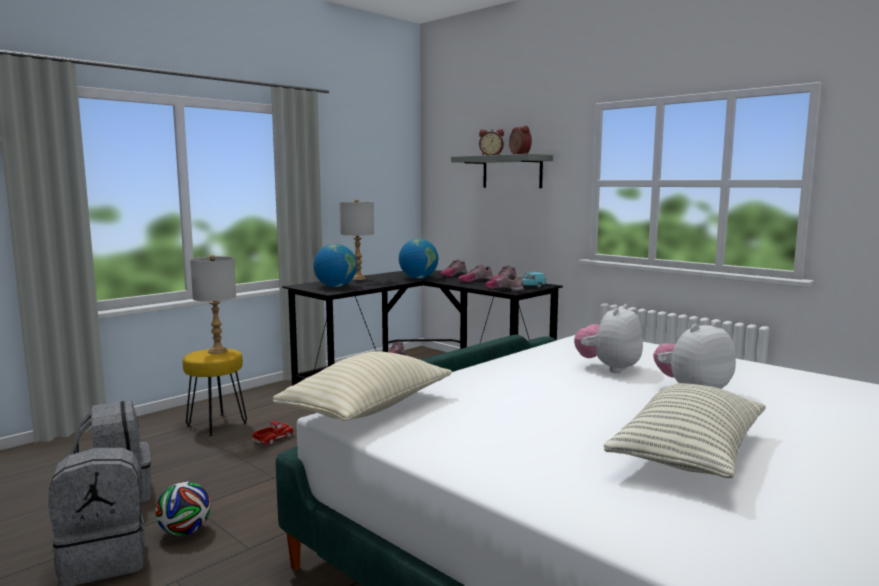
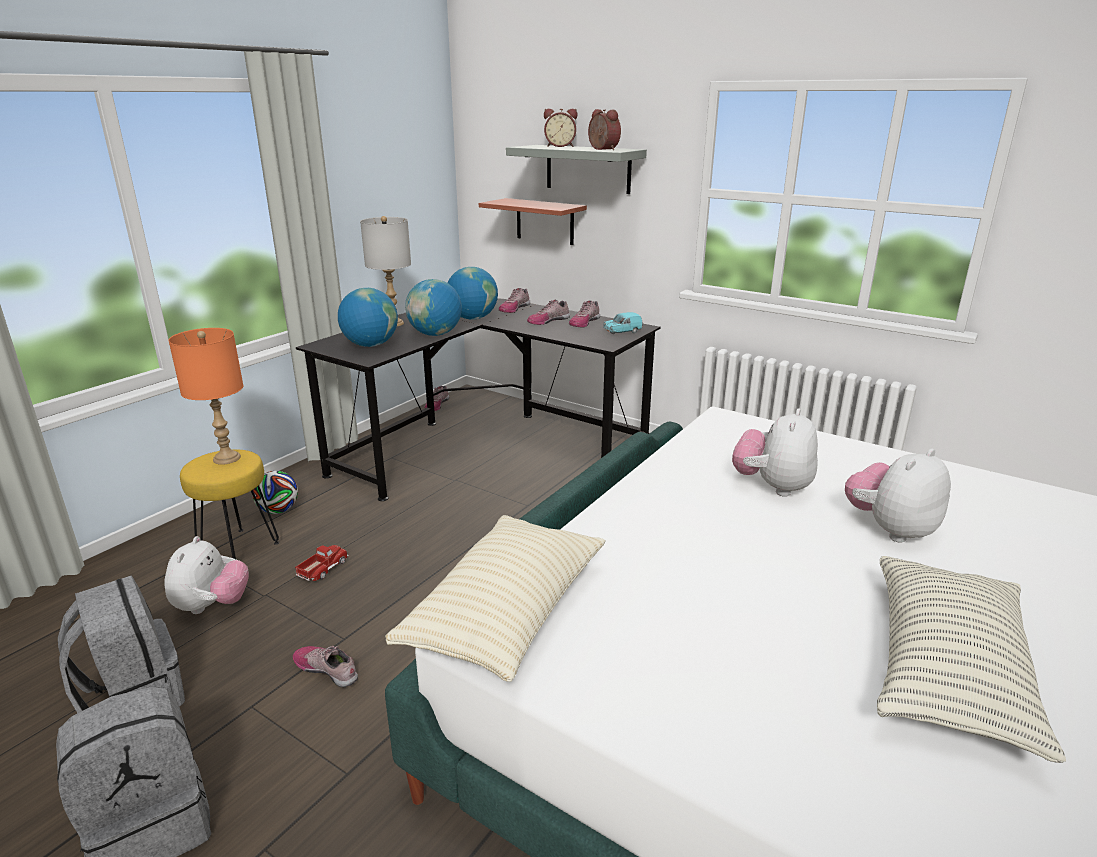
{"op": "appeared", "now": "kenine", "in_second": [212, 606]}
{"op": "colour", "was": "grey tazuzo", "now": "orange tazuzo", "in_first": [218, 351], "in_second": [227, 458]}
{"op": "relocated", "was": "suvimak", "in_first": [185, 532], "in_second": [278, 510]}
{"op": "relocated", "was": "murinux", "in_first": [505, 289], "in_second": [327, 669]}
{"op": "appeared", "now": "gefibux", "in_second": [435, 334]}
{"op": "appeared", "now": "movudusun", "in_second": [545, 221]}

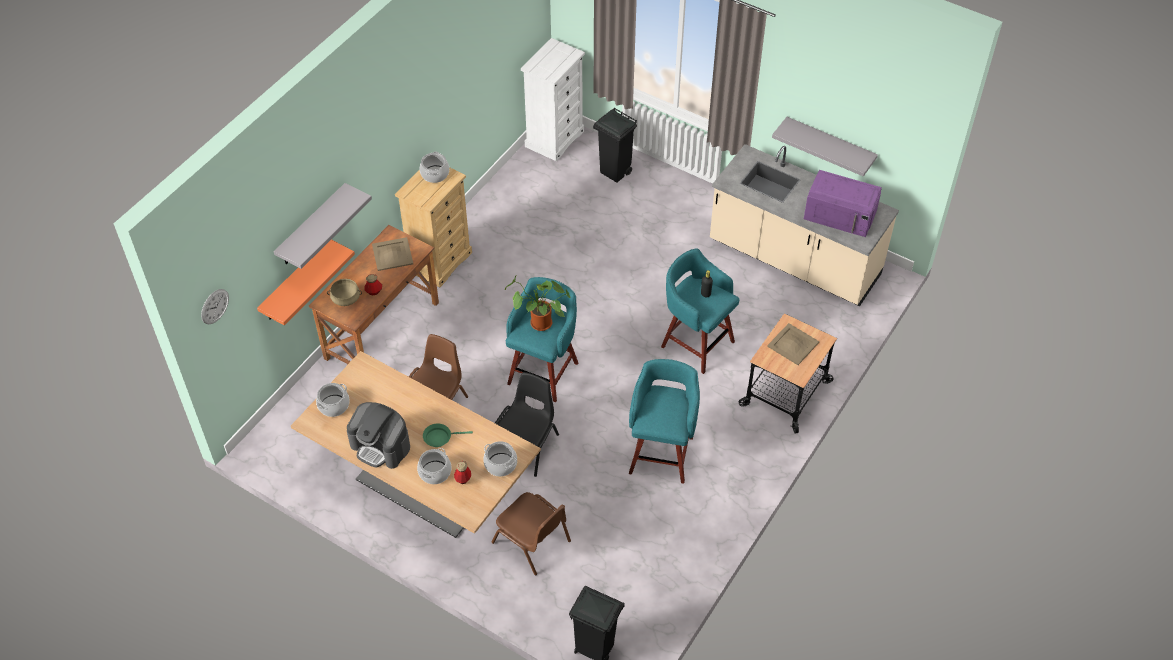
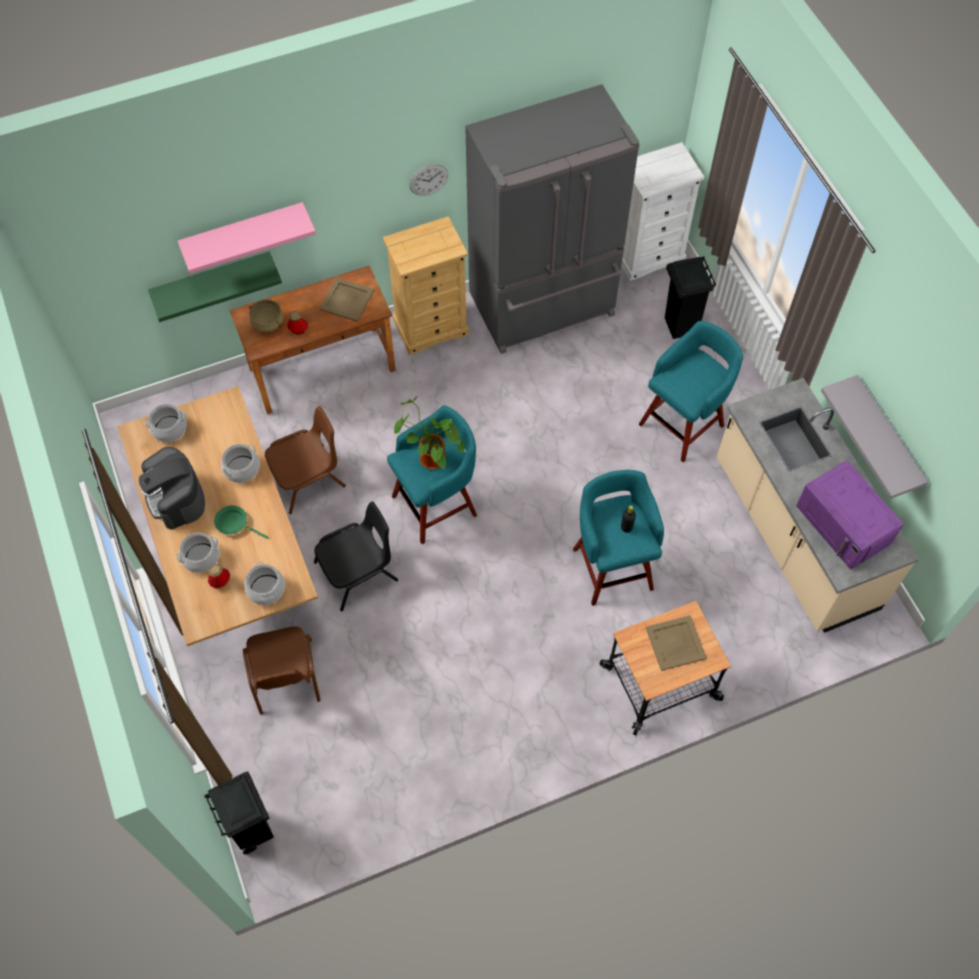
{"op": "colour", "was": "orange movudusun", "now": "green movudusun", "in_first": [295, 281], "in_second": [212, 280]}
{"op": "colour", "was": "grey movudusun", "now": "pink movudusun", "in_first": [312, 226], "in_second": [243, 232]}
{"op": "relocated", "was": "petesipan", "in_first": [434, 174], "in_second": [242, 469]}
{"op": "relocated", "was": "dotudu", "in_first": [215, 306], "in_second": [428, 180]}
{"op": "appeared", "now": "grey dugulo", "in_second": [544, 307]}
{"op": "relocated", "was": "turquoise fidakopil", "in_first": [661, 453], "in_second": [683, 423]}

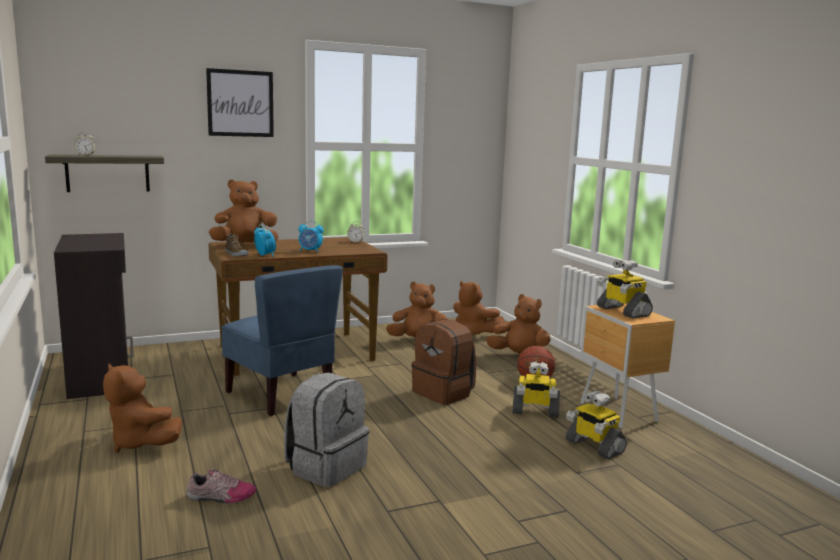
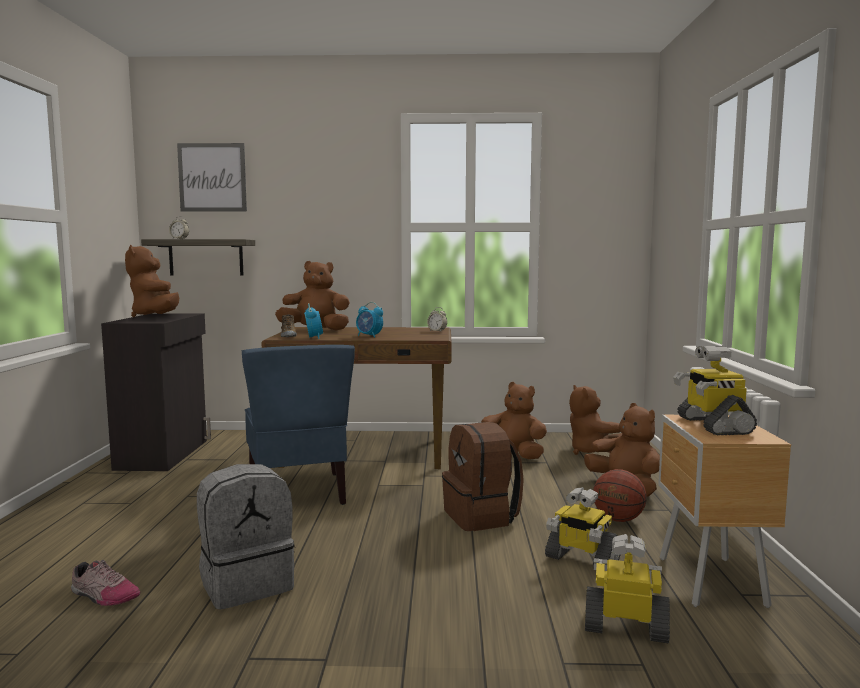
{"op": "relocated", "was": "brown kenine", "in_first": [140, 443], "in_second": [155, 316]}
{"op": "relocated", "was": "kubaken", "in_first": [240, 103], "in_second": [212, 177]}
{"op": "spun", "was": "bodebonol", "in_first": [593, 446], "in_second": [626, 627], "clockwise": 120}

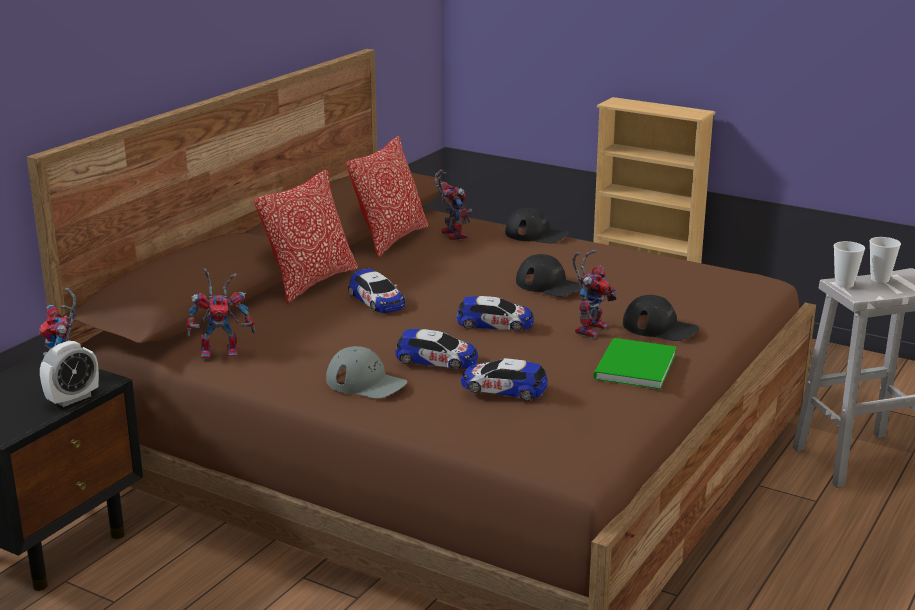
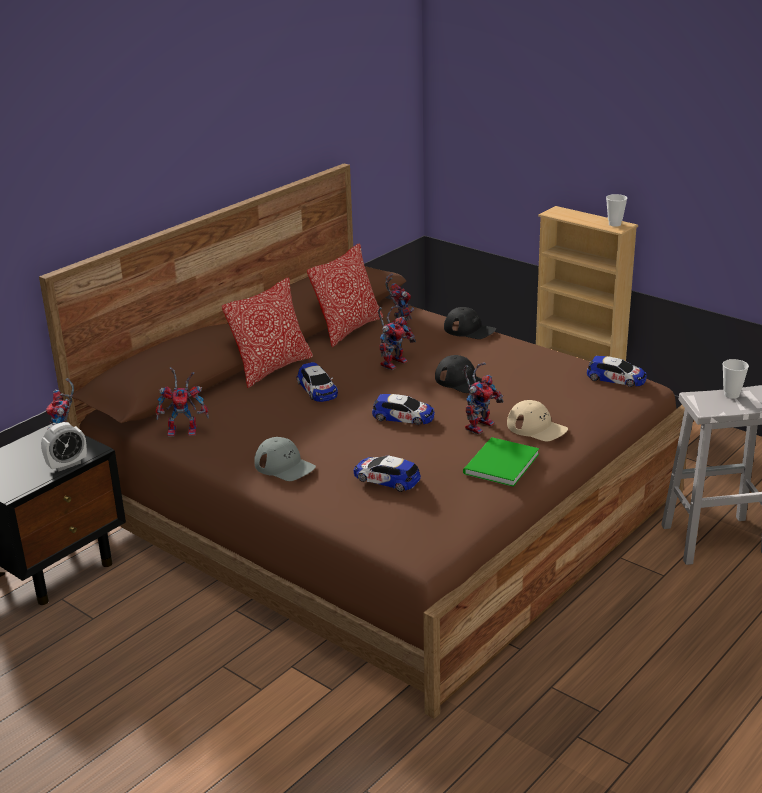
{"op": "appeared", "now": "bodebonol", "in_second": [393, 362]}
{"op": "colour", "was": "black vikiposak", "now": "beige vikiposak", "in_first": [660, 328], "in_second": [537, 428]}
{"op": "relocated", "was": "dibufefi", "in_first": [436, 359], "in_second": [616, 378]}
{"op": "relocated", "was": "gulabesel", "in_first": [844, 284], "in_second": [614, 224]}

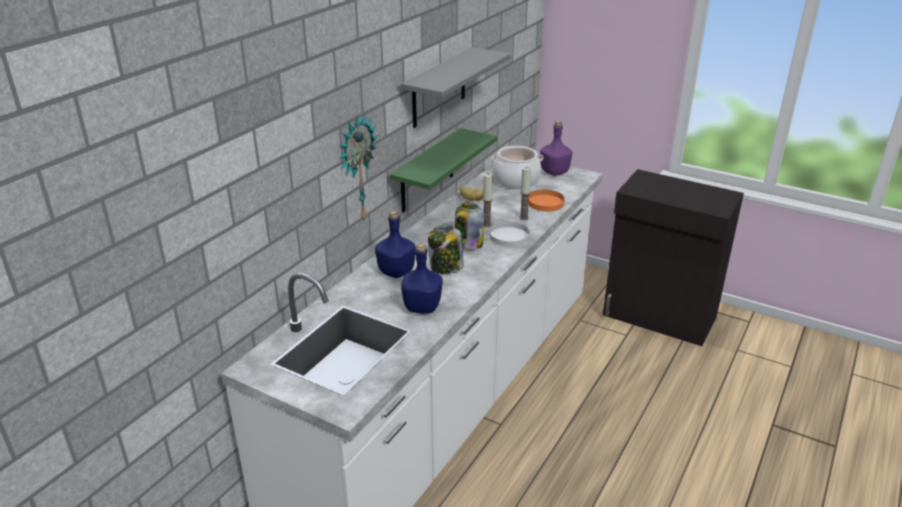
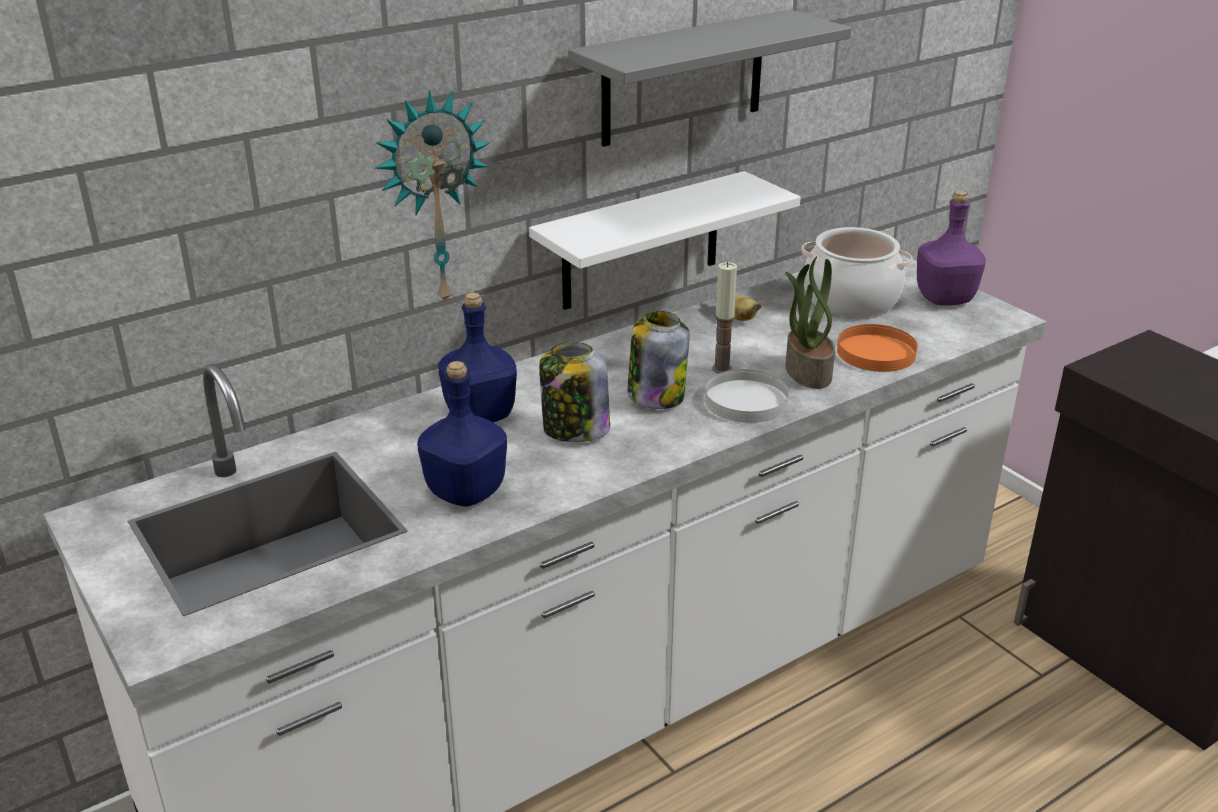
{"op": "colour", "was": "green movudusun", "now": "white movudusun", "in_first": [427, 171], "in_second": [641, 242]}
{"op": "exchanged", "was": "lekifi", "now": "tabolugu", "in_first": [524, 218], "in_second": [806, 372]}

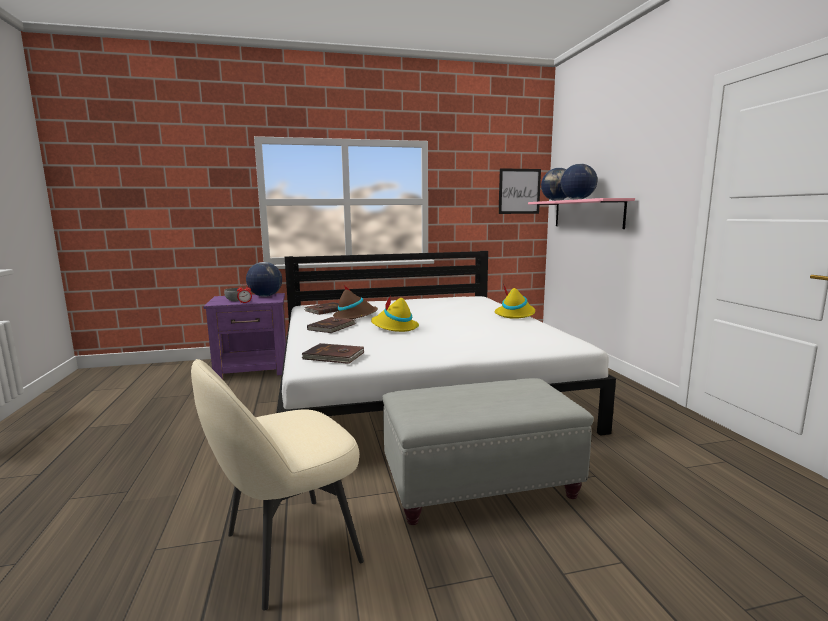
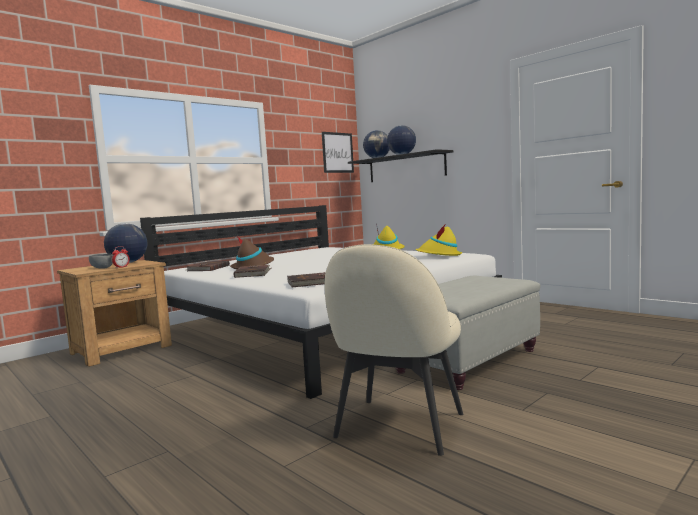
{"op": "colour", "was": "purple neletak", "now": "brown neletak", "in_first": [254, 369], "in_second": [123, 349]}
{"op": "colour", "was": "pink movudusun", "now": "black movudusun", "in_first": [587, 213], "in_second": [406, 167]}
{"op": "relocated", "was": "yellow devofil", "in_first": [394, 327], "in_second": [439, 255]}

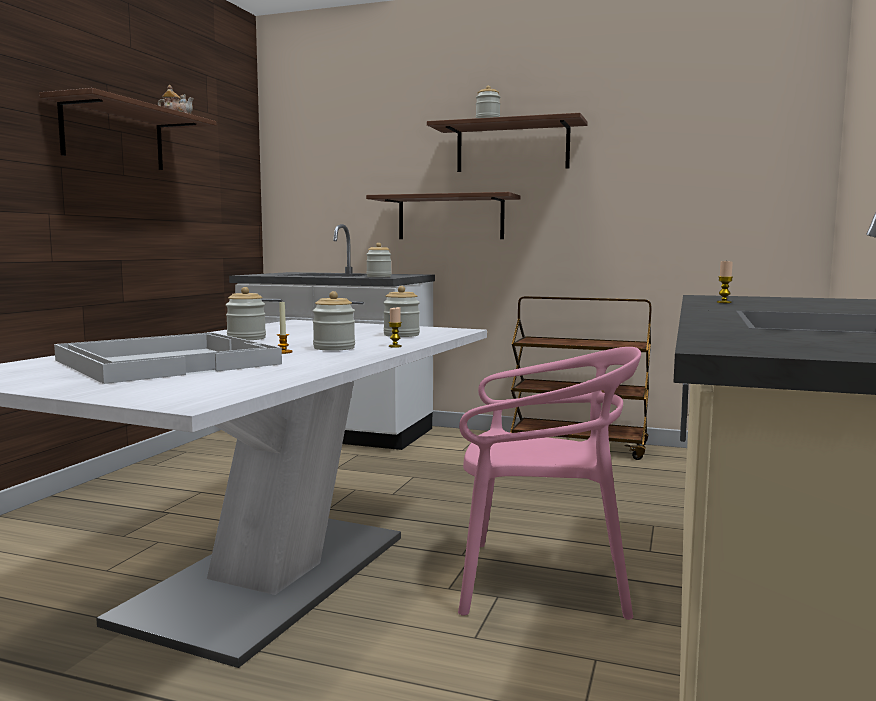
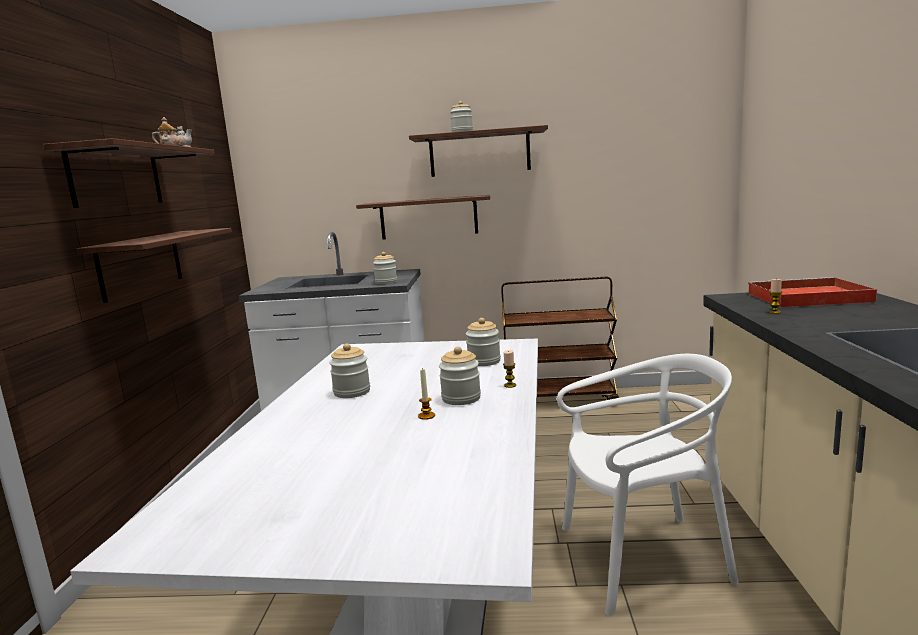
{"op": "appeared", "now": "movudusun", "in_second": [141, 264]}
{"op": "colour", "was": "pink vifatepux", "now": "white vifatepux", "in_first": [542, 582], "in_second": [642, 558]}
{"op": "appeared", "now": "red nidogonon", "in_second": [806, 297]}
{"op": "missing", "was": "white nidogonon", "in_first": [168, 361]}

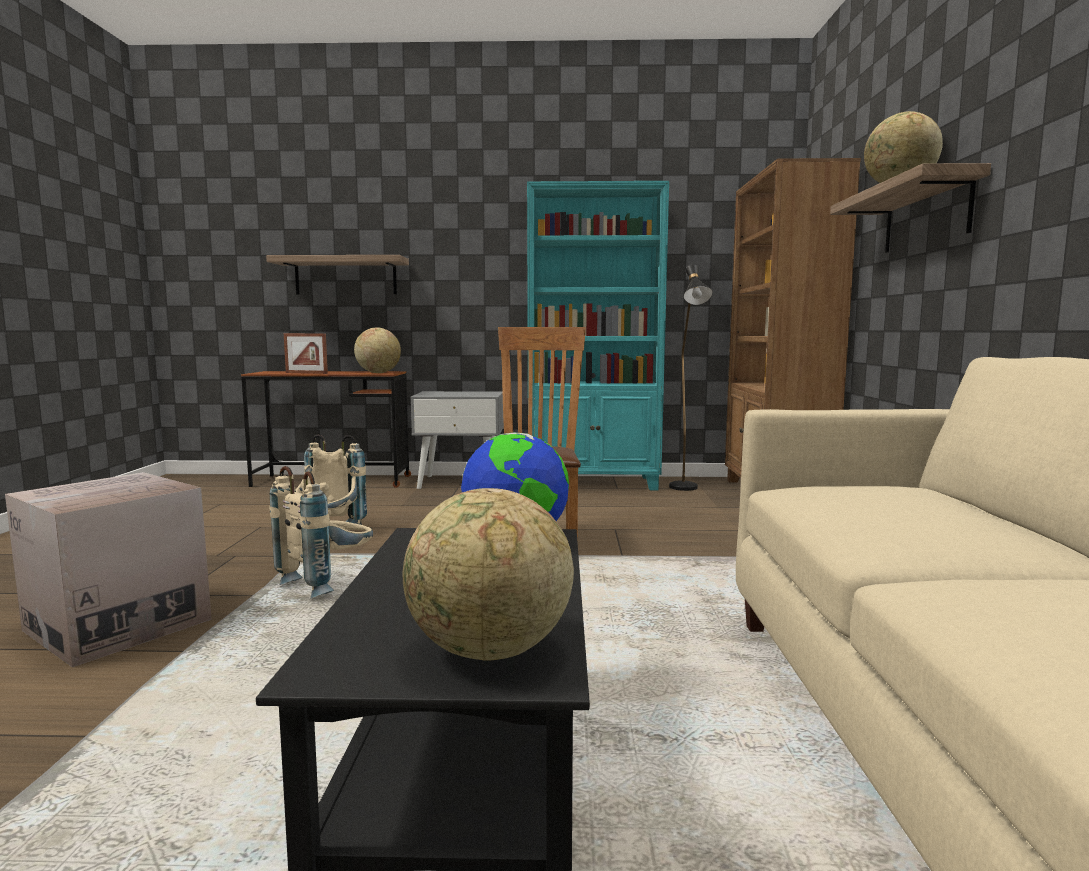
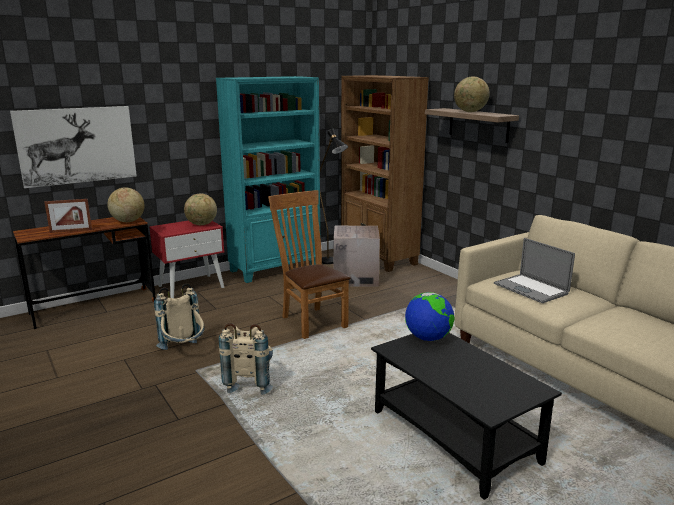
{"op": "exchanged", "was": "movudusun", "now": "kubaken", "in_first": [346, 276], "in_second": [77, 145]}
{"op": "colour", "was": "grey neletak", "now": "red neletak", "in_first": [461, 482], "in_second": [191, 286]}
{"op": "relocated", "was": "gefibux", "in_first": [489, 652], "in_second": [201, 224]}
{"op": "relocated", "was": "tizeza", "in_first": [118, 625], "in_second": [355, 278]}
{"op": "appeared", "now": "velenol", "in_second": [530, 289]}

